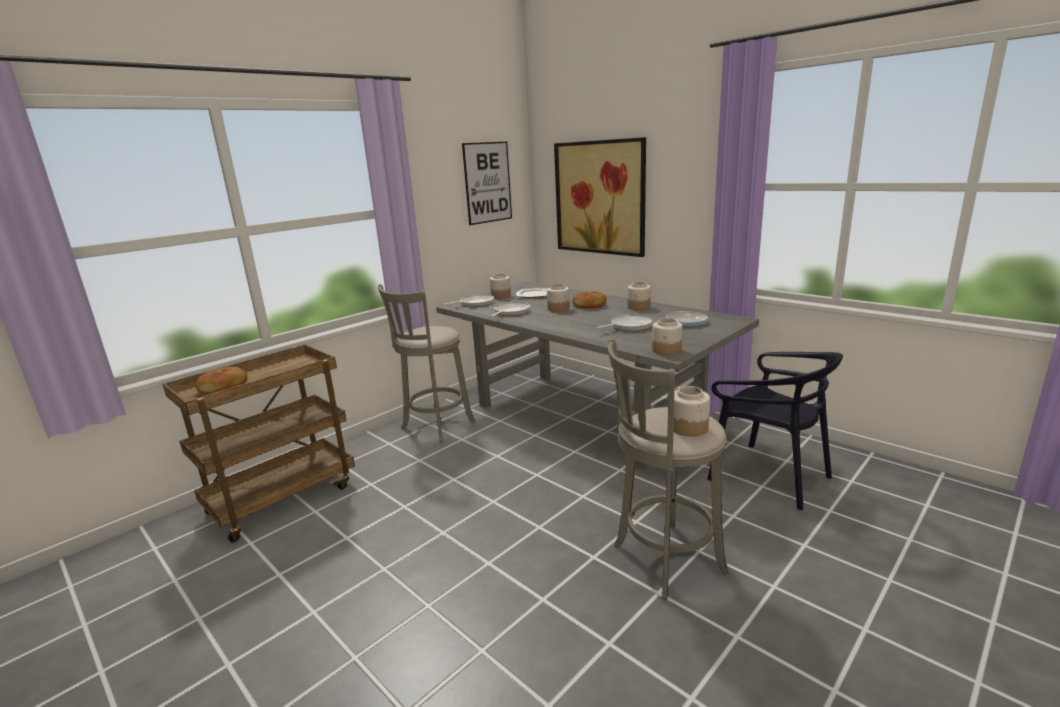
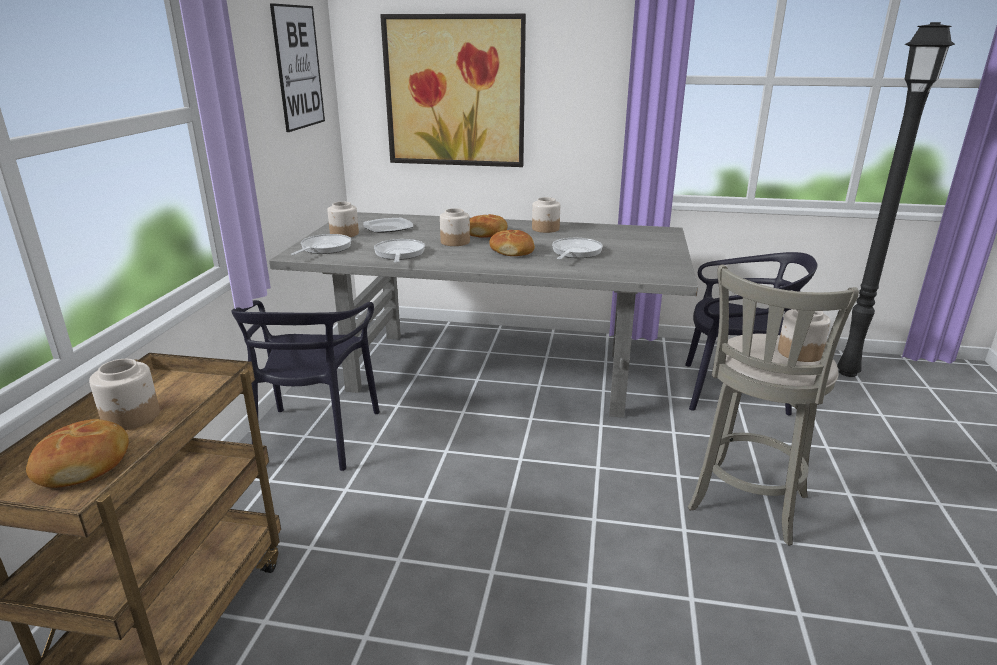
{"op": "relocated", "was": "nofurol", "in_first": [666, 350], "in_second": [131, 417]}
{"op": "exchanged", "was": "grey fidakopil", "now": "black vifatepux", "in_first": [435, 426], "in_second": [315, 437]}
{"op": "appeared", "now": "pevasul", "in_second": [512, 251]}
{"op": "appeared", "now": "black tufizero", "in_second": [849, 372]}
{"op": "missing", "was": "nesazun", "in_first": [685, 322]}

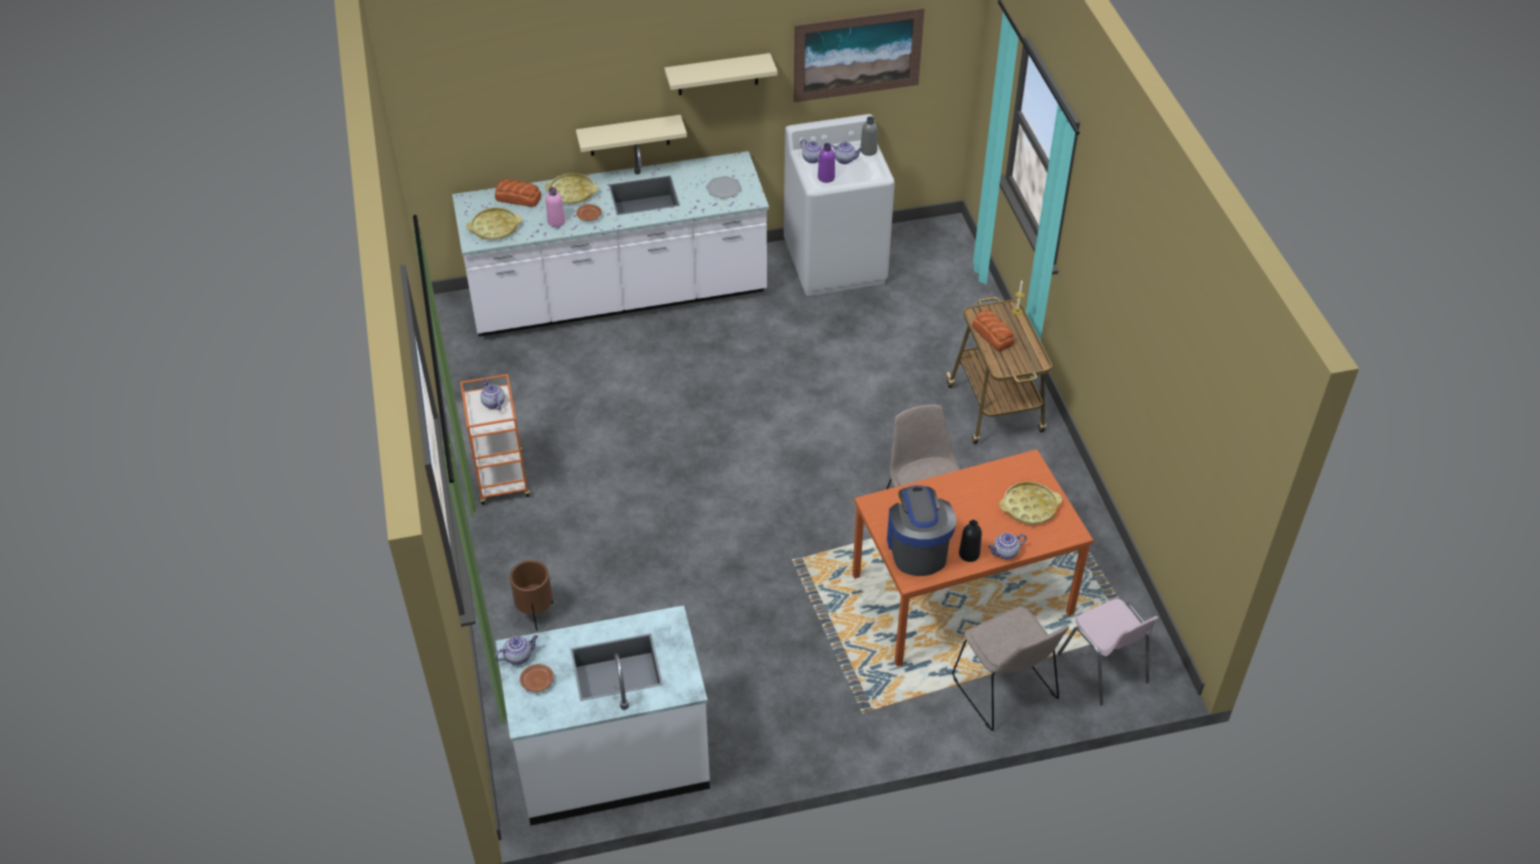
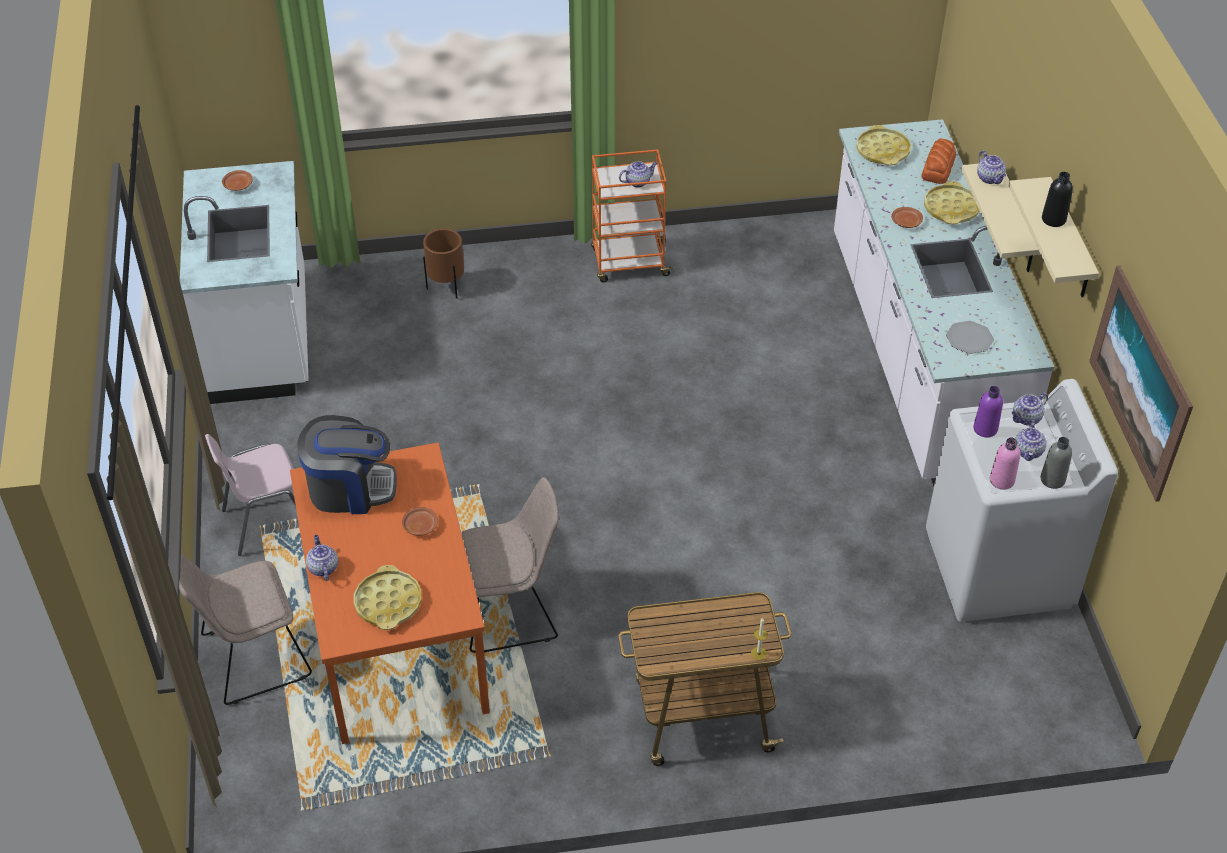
{"op": "relocated", "was": "pink vifatepux", "in_first": [1103, 669], "in_second": [267, 521]}
{"op": "appeared", "now": "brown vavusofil", "in_second": [420, 525]}
{"op": "relocated", "was": "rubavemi", "in_first": [518, 656], "in_second": [990, 178]}
{"op": "relocated", "was": "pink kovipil", "in_first": [556, 221], "in_second": [1002, 480]}
{"op": "relocated", "was": "black kovipil", "in_first": [969, 554], "in_second": [1053, 219]}
{"op": "missing", "was": "pevasul", "in_first": [992, 334]}

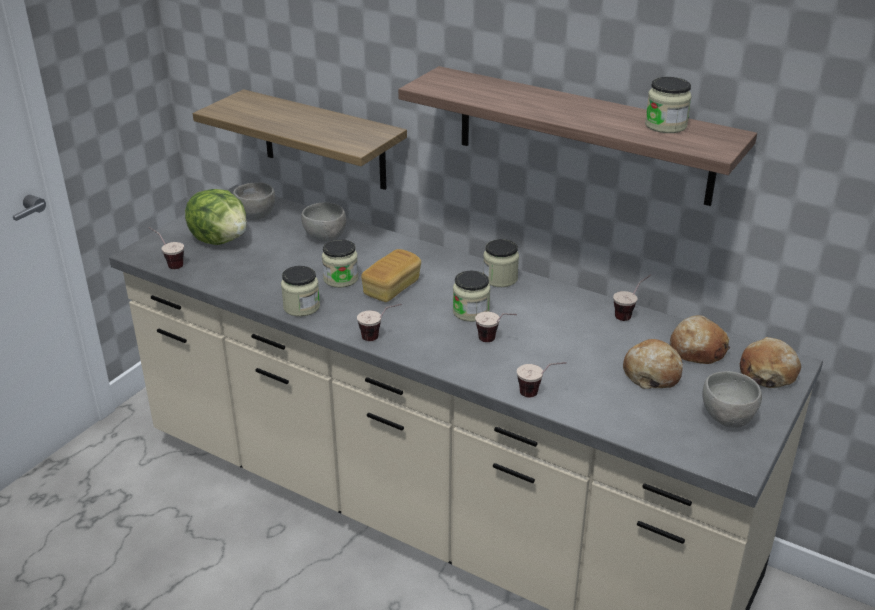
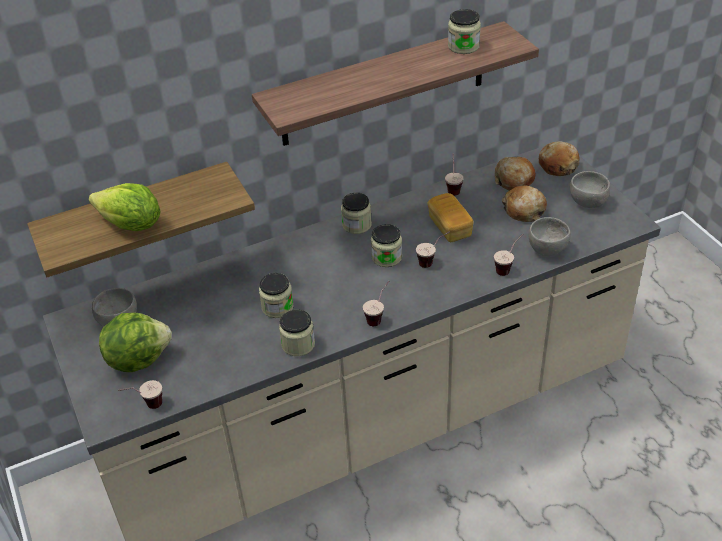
{"op": "appeared", "now": "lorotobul", "in_second": [131, 225]}
{"op": "relocated", "was": "pevasul", "in_first": [391, 288], "in_second": [450, 227]}
{"op": "relocated", "was": "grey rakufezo", "in_first": [325, 238], "in_second": [548, 250]}

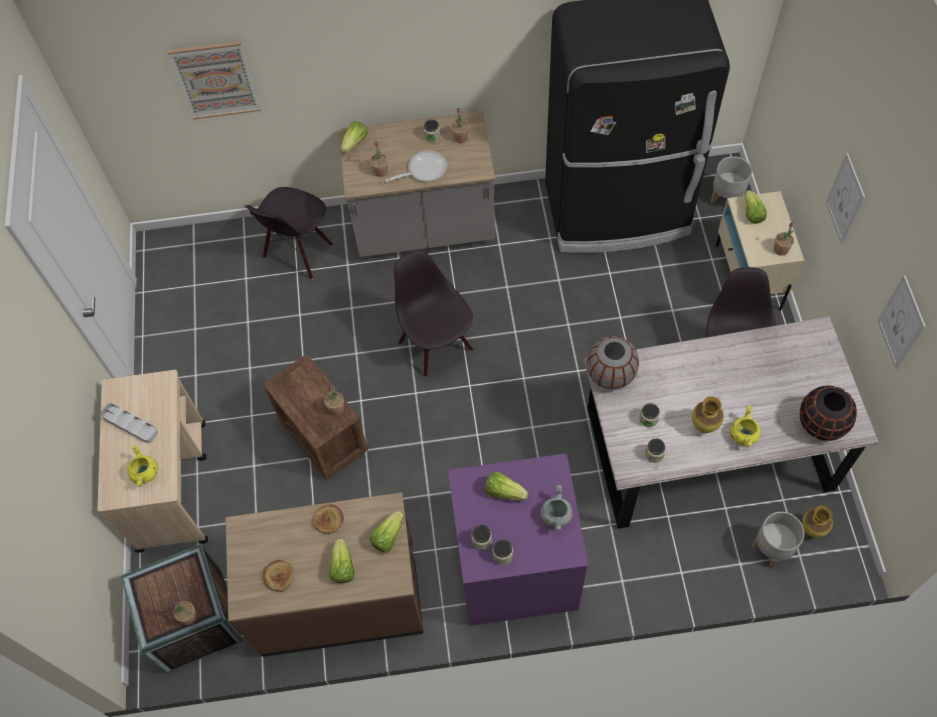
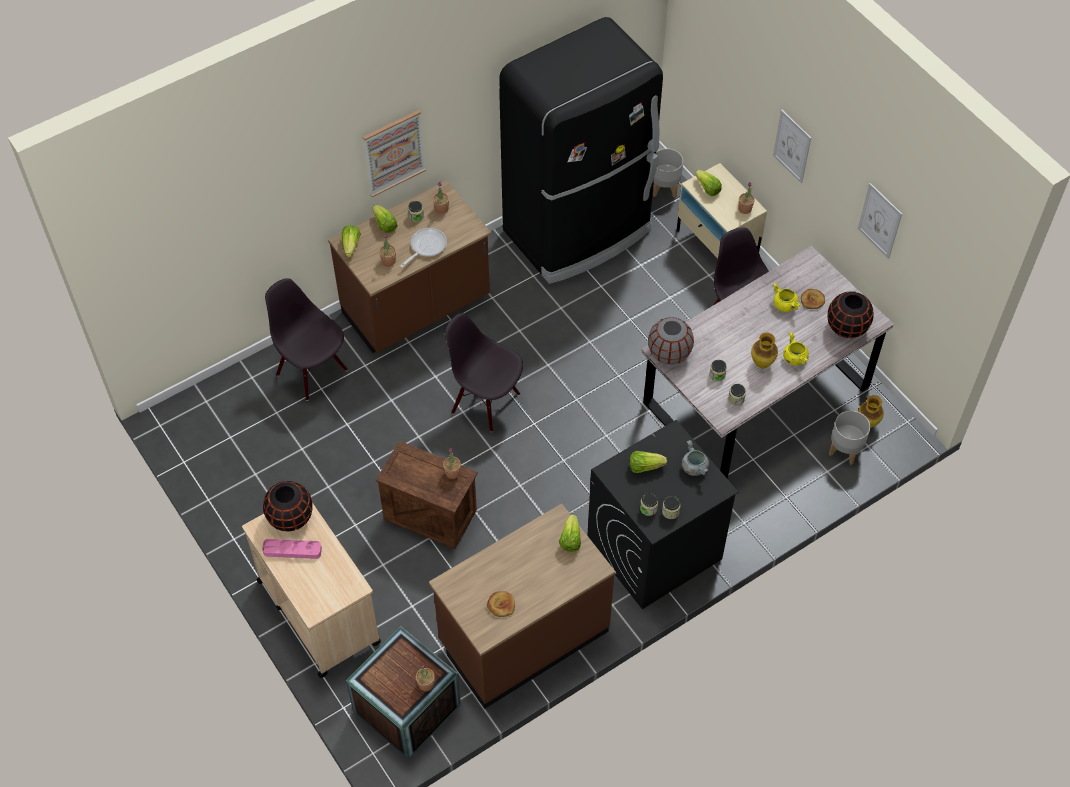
{"op": "colour", "was": "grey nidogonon", "now": "pink nidogonon", "in_first": [130, 424], "in_second": [292, 550]}
{"op": "appeared", "now": "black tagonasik", "in_second": [290, 517]}
{"op": "spun", "was": "black vifatepux", "in_first": [298, 252], "in_second": [312, 371], "clockwise": 135}
{"op": "colour", "was": "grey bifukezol", "now": "brown bifukezol", "in_first": [424, 228], "in_second": [417, 308]}
{"op": "relocated", "was": "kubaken", "in_first": [215, 79], "in_second": [394, 153]}
{"op": "relocated", "was": "lorotobul", "in_first": [342, 567], "in_second": [384, 225]}
{"op": "colour", "was": "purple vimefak", "now": "black vimefak", "in_first": [514, 568], "in_second": [653, 550]}
{"op": "relocated", "was": "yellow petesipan", "in_first": [145, 473], "in_second": [785, 305]}
{"op": "relocated", "was": "pevasul", "in_first": [328, 520], "in_second": [812, 300]}

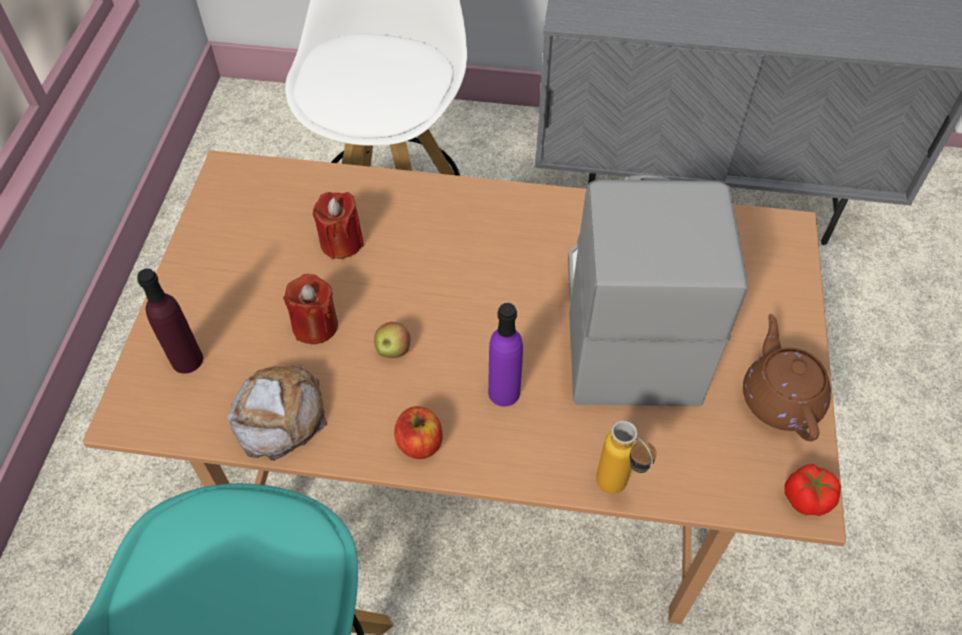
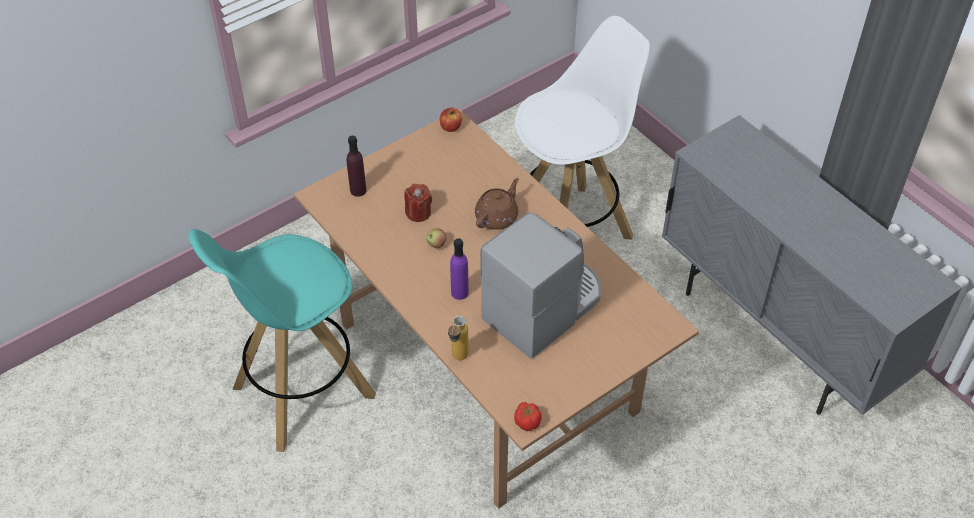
{"op": "relocated", "was": "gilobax", "in_first": [419, 443], "in_second": [450, 127]}
{"op": "relocated", "was": "brown rubavemi", "in_first": [780, 398], "in_second": [497, 217]}
{"op": "missing", "was": "pevasul", "in_first": [279, 414]}
{"op": "missing", "was": "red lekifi", "in_first": [341, 242]}

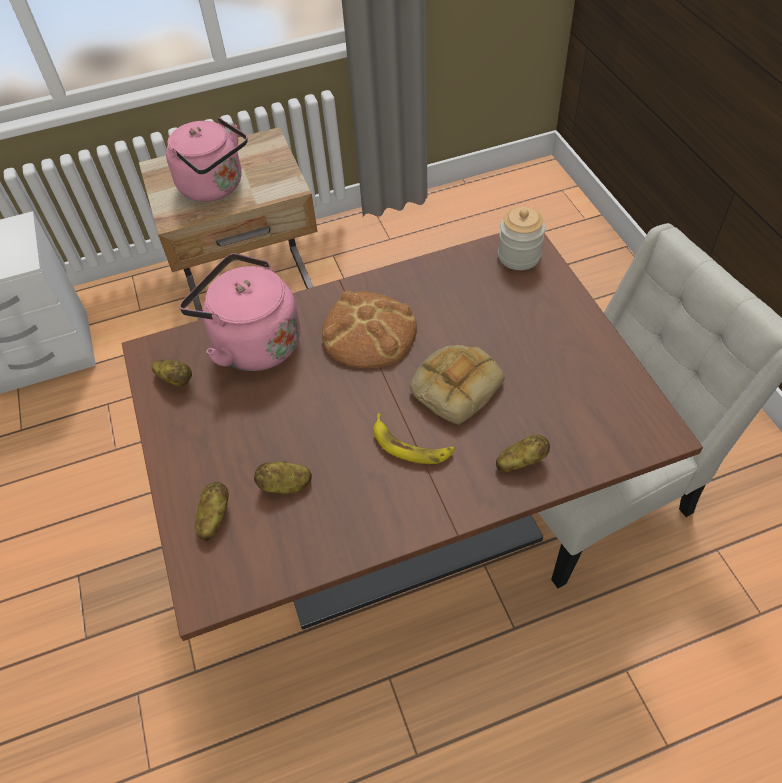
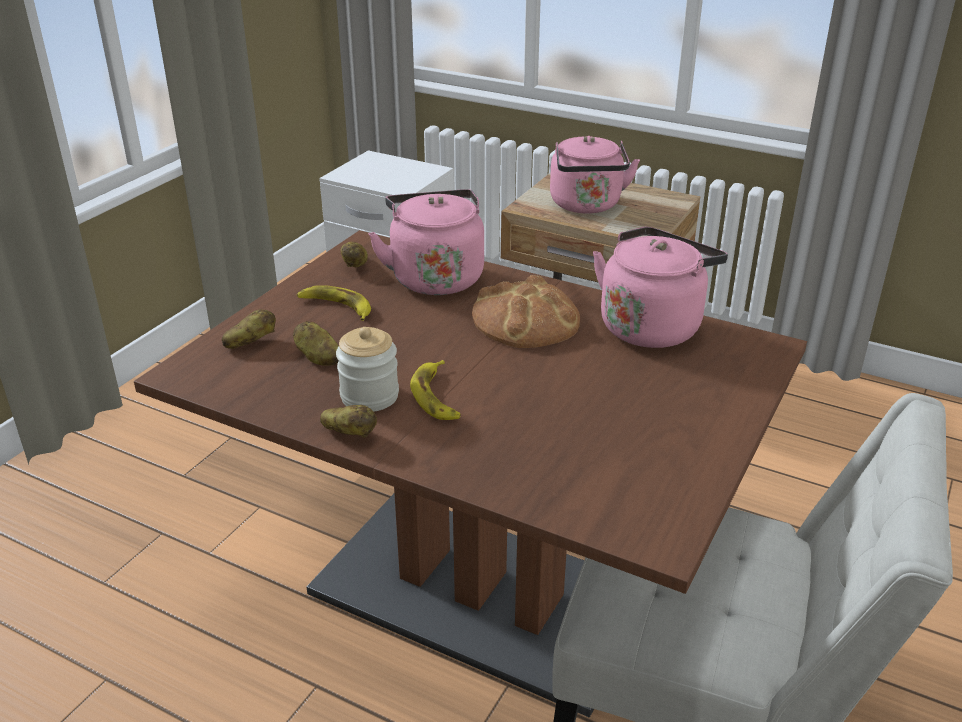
{"op": "appeared", "now": "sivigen", "in_second": [336, 307]}
{"op": "relocated", "was": "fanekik", "in_first": [521, 461], "in_second": [350, 434]}
{"op": "relocated", "was": "nofurol", "in_first": [519, 256], "in_second": [369, 396]}
{"op": "appeared", "now": "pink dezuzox", "in_second": [652, 325]}
{"op": "missing", "was": "pevasul", "in_first": [456, 385]}

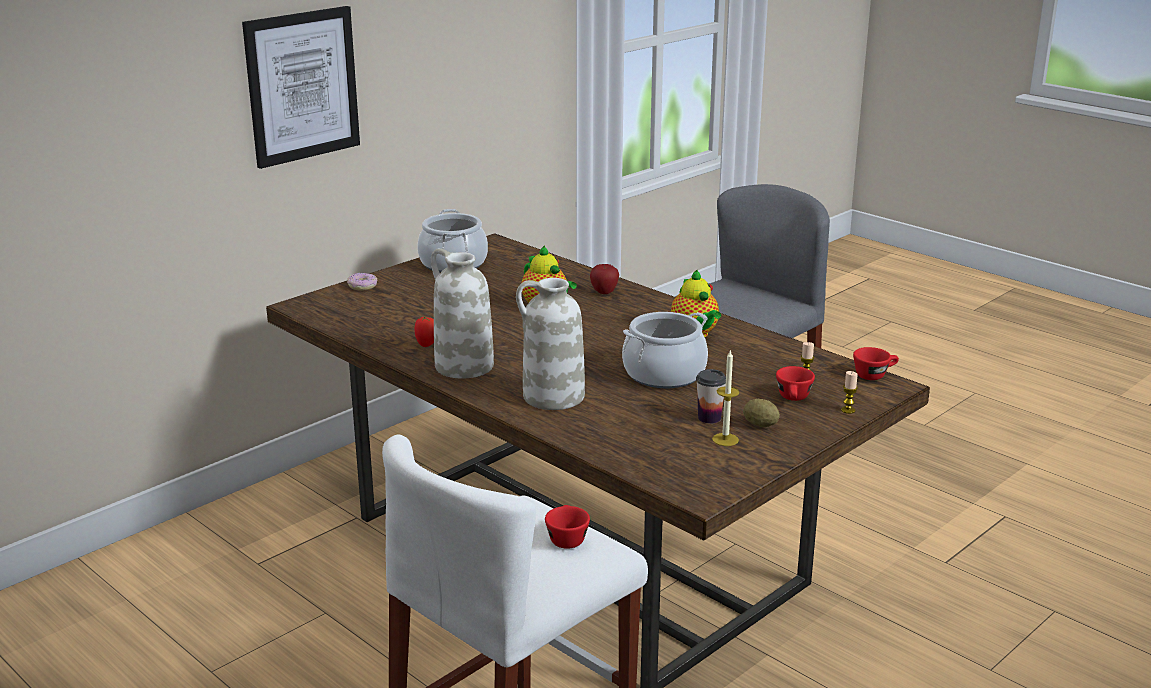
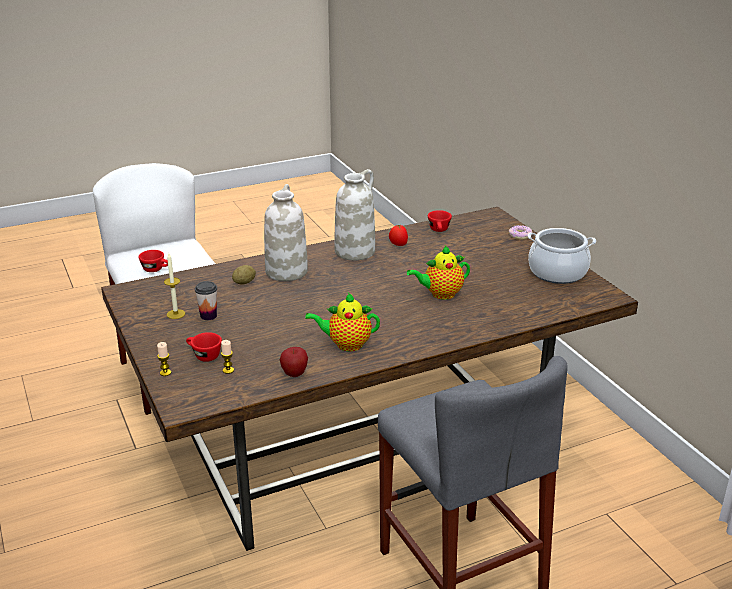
{"op": "relocated", "was": "fanekik", "in_first": [760, 425], "in_second": [244, 282]}
{"op": "relocated", "was": "gilobax", "in_first": [604, 292], "in_second": [294, 374]}
{"op": "relocated", "was": "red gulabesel", "in_first": [874, 375], "in_second": [439, 230]}
{"op": "missing", "was": "kubaken", "in_first": [302, 86]}
{"op": "missing", "was": "petesipan", "in_first": [664, 374]}

